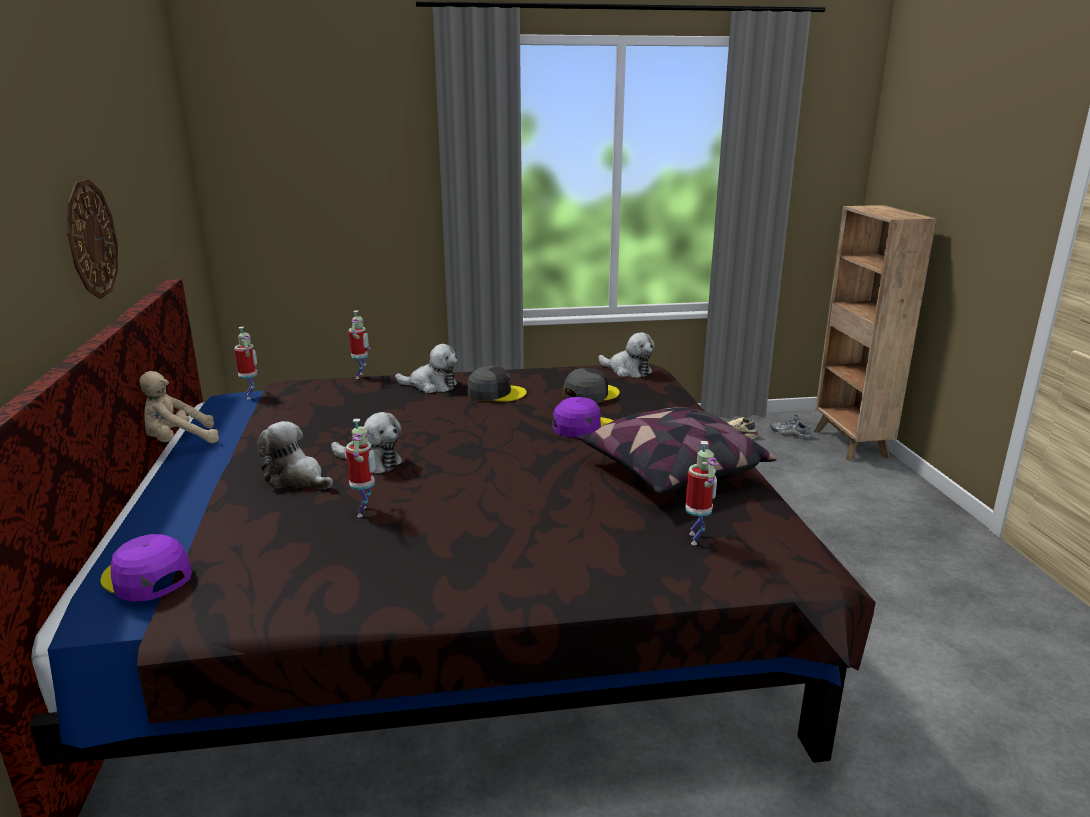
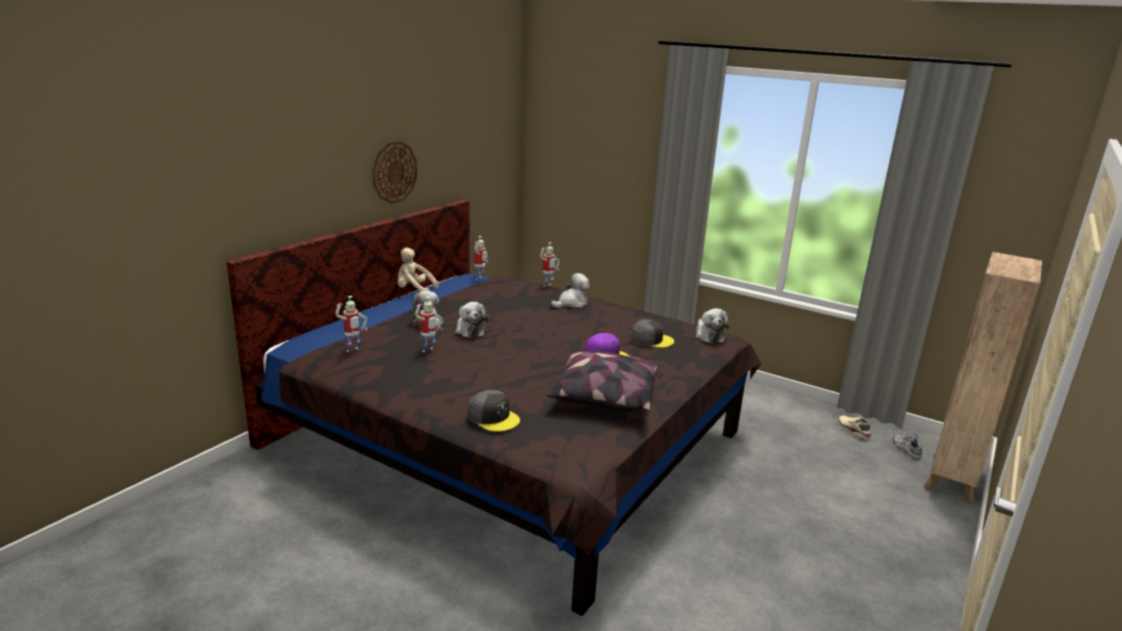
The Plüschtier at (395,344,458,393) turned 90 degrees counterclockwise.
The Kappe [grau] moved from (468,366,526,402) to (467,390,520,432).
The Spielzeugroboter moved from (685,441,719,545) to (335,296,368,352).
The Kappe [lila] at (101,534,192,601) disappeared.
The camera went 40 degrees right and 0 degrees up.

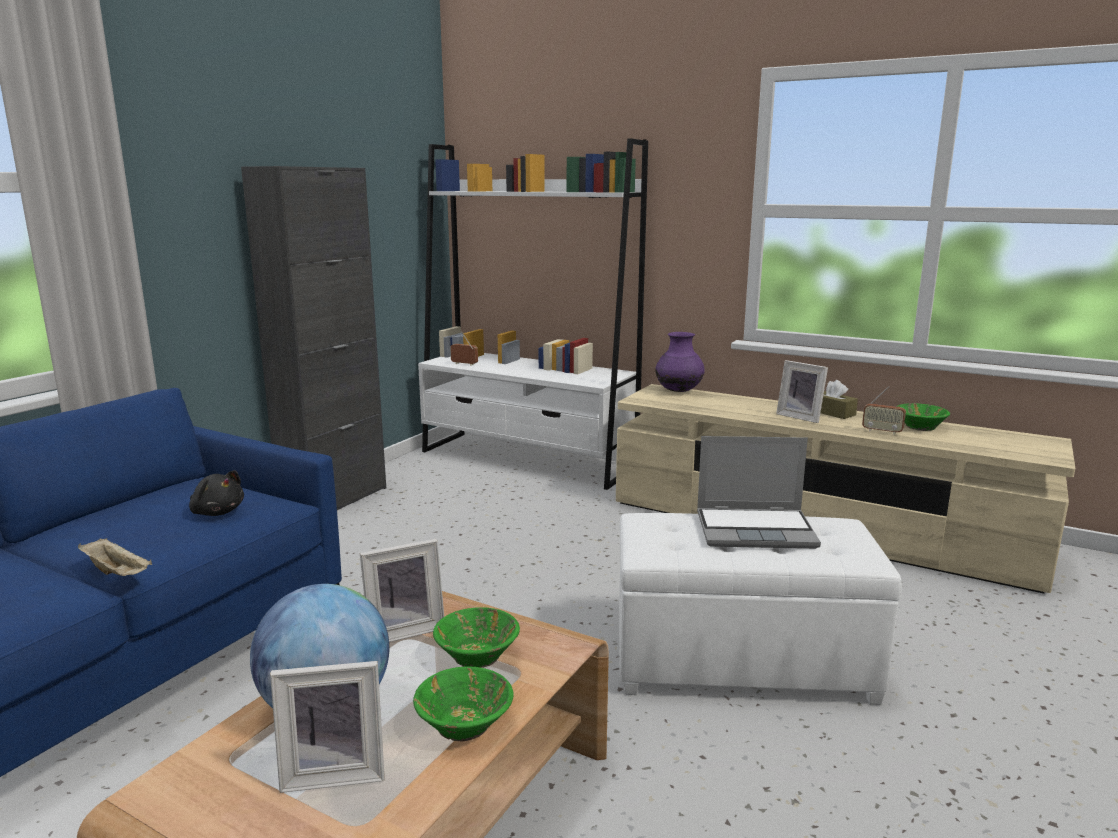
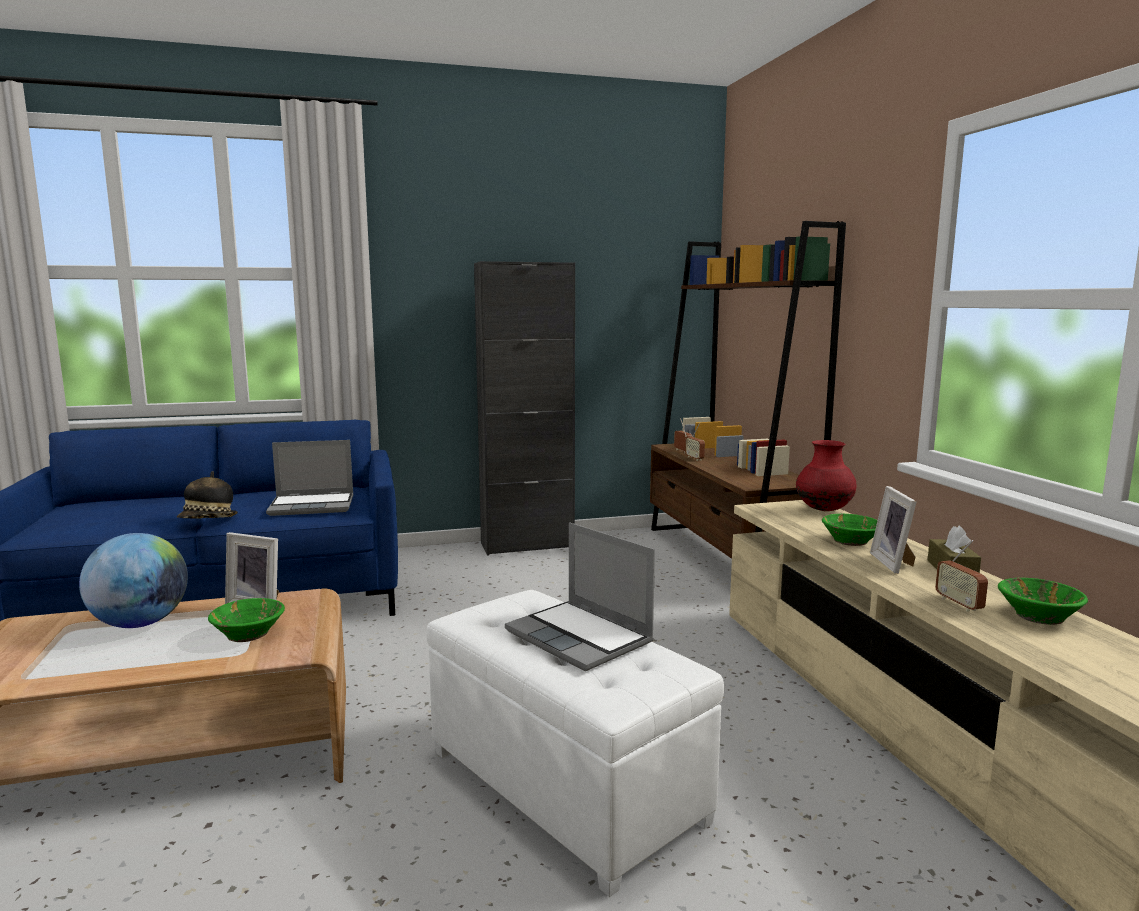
The Bücherregal [weiß] at (418,138,648,490) became the Bücherregal [braun] at (650,221,846,559).
The Vase [lila] at (655,332,705,392) became the Vase [rot] at (796,440,856,511).
The Plüschtier [schwarz] at (189,470,244,516) was replaced by the Laptop at (266,440,353,516).
The Tablett [beige] at (78,538,152,576) was replaced by the Hut at (177,471,238,518).
The Bilderrahmen at (270,661,385,793) disappeared.
The Schüssel [grün] moved from (413,667,513,741) to (822,514,878,546).
The Radio at (685,424,705,461) appeared.
The camera went 45 degrees right and 5 degrees down.

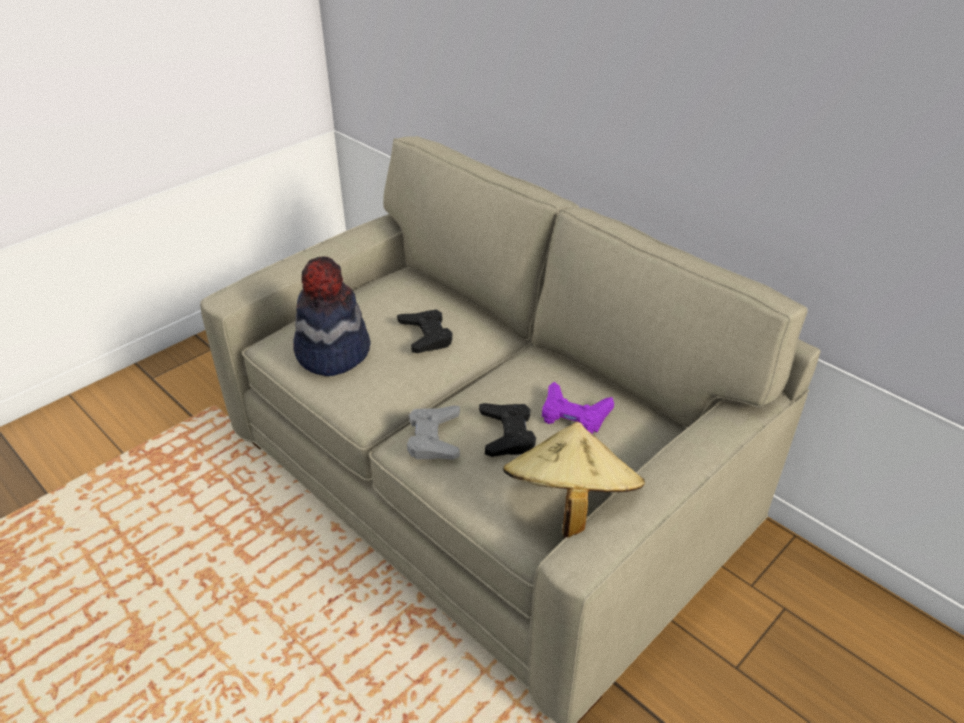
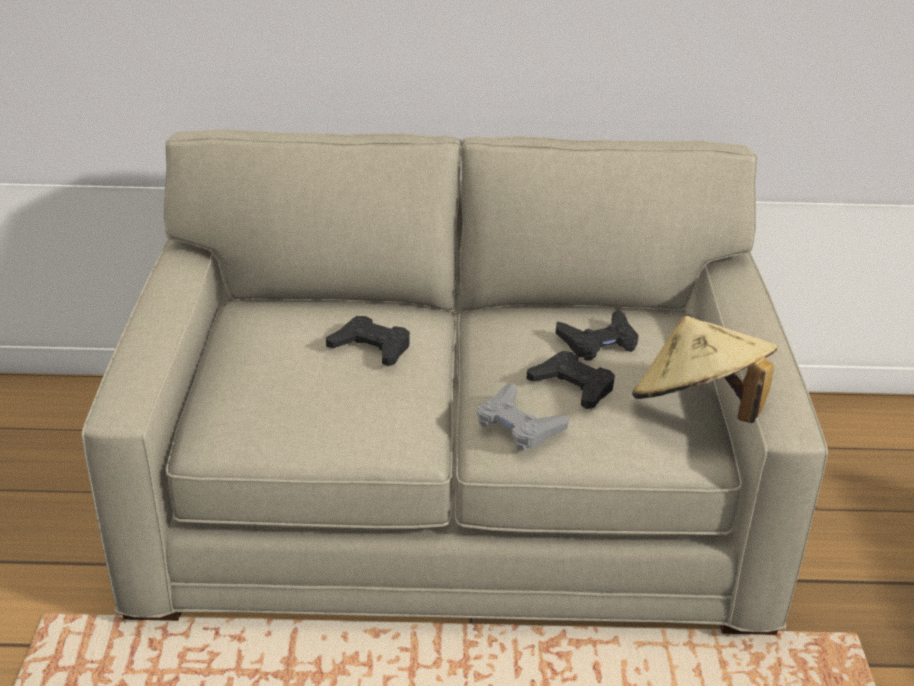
The Hut at (293,256,371,376) disappeared.
The Gamepad [lila] at (542,382,614,434) became the Gamepad [schwarz] at (556,309,638,361).
The camera went 45 degrees left and 5 degrees down.

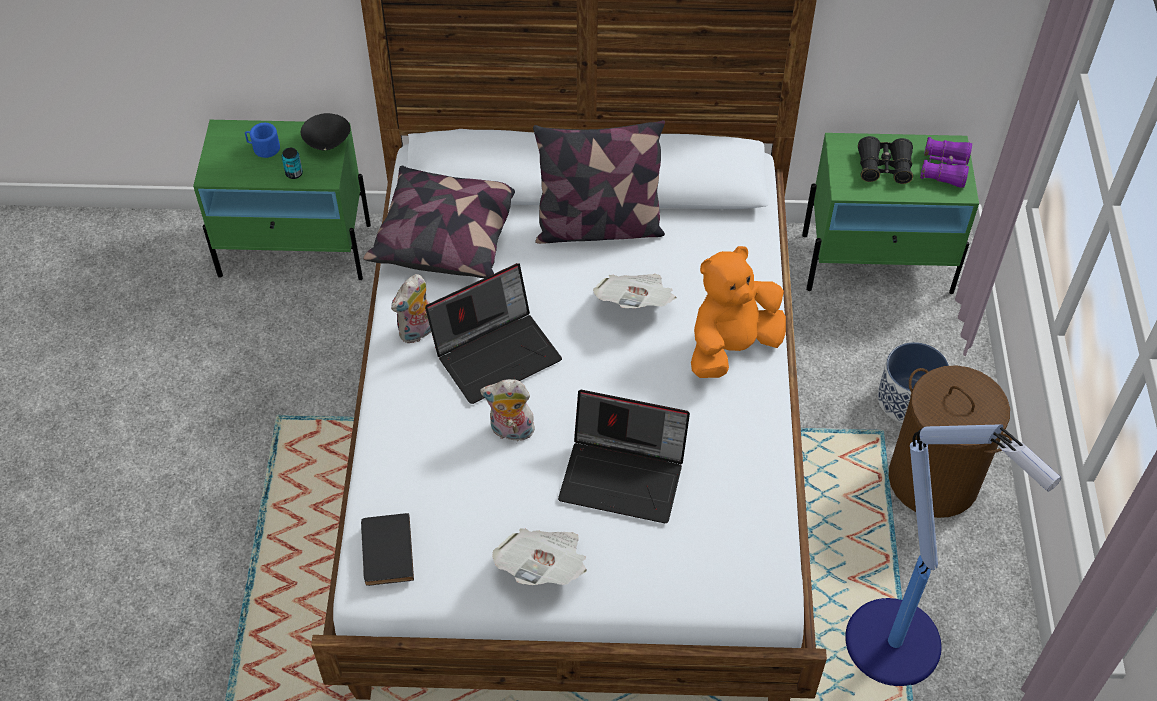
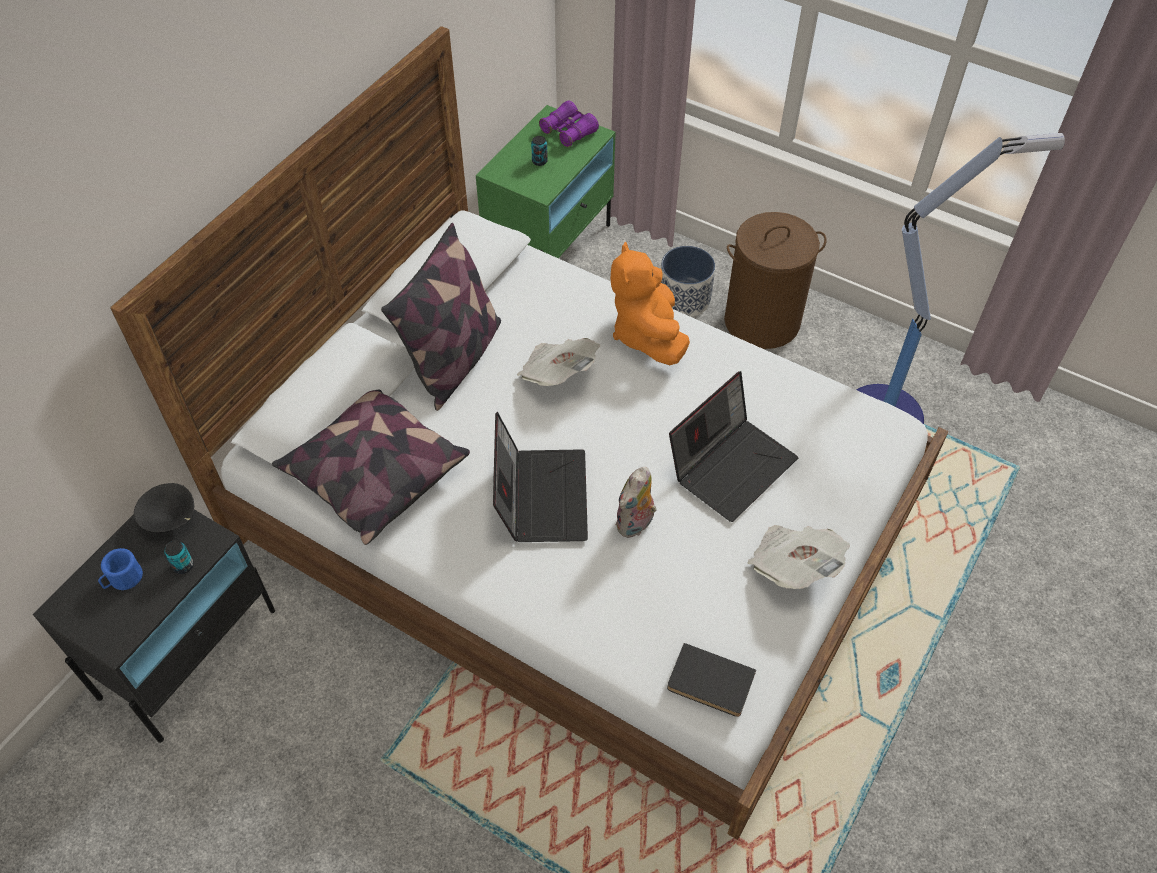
The Nachttisch [grün] at (193,120,371,280) became the Nachttisch [schwarz] at (33,510,275,743).
The Fernglas [schwarz] at (858,136,913,184) was replaced by the Dose at (531,136,548,166).
The Plüschtier at (391,274,431,343) disappeared.
The camera went 60 degrees left and 0 degrees up.

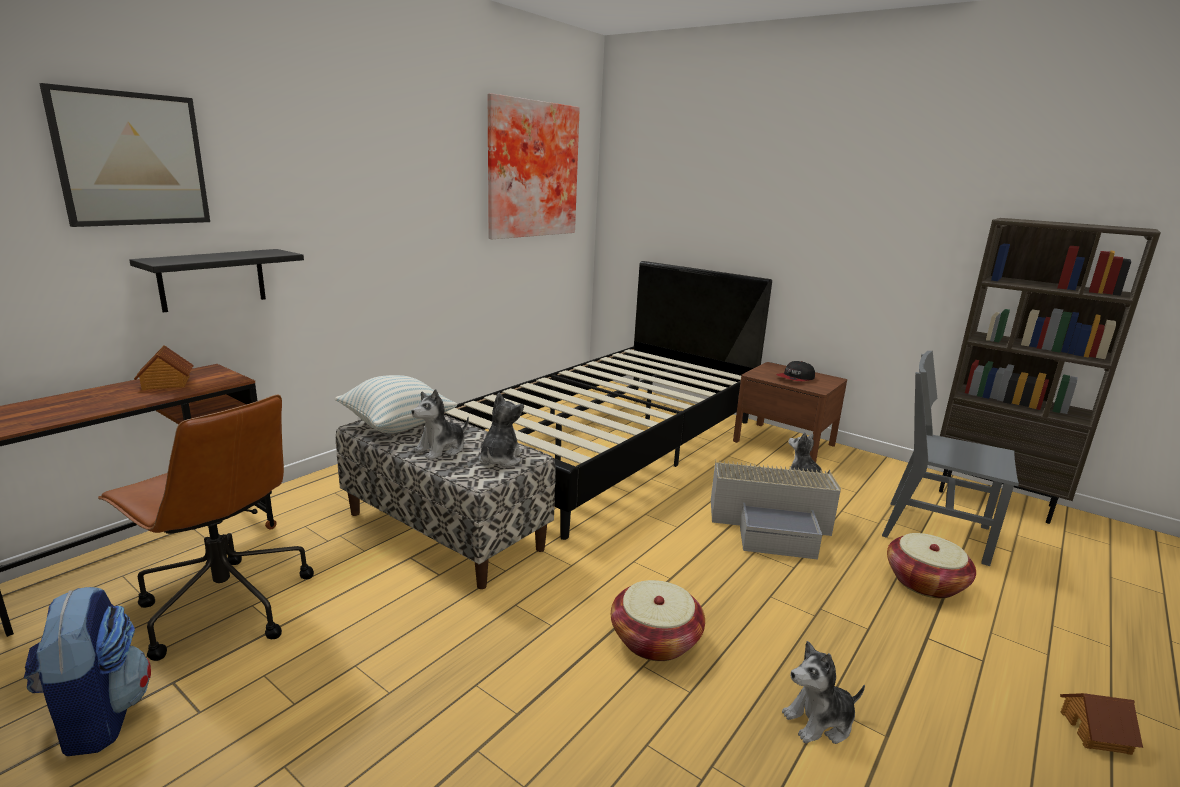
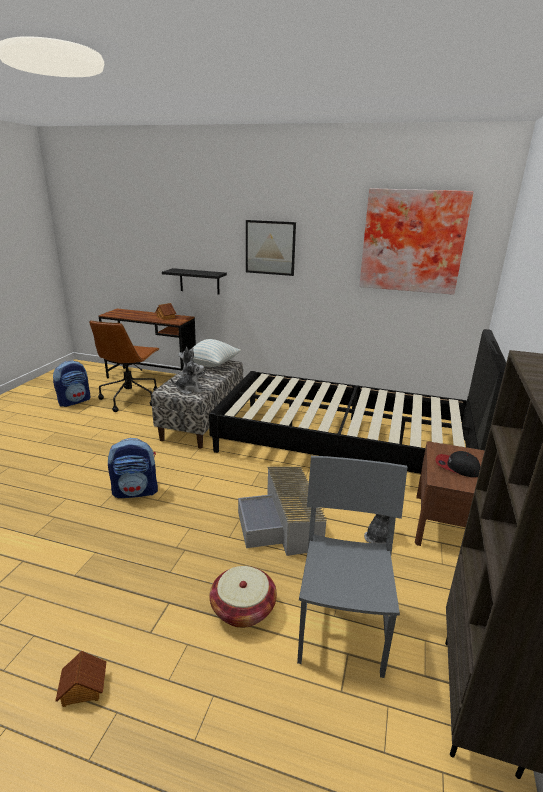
The Bild moved from (39,83,210,227) to (246,220,296,276).
The Korb at (611,580,705,661) was replaced by the Rucksack at (108,438,158,498).
The Plüschtier at (782,641,865,744) disappeared.
The camera went 70 degrees right and 5 degrees up.

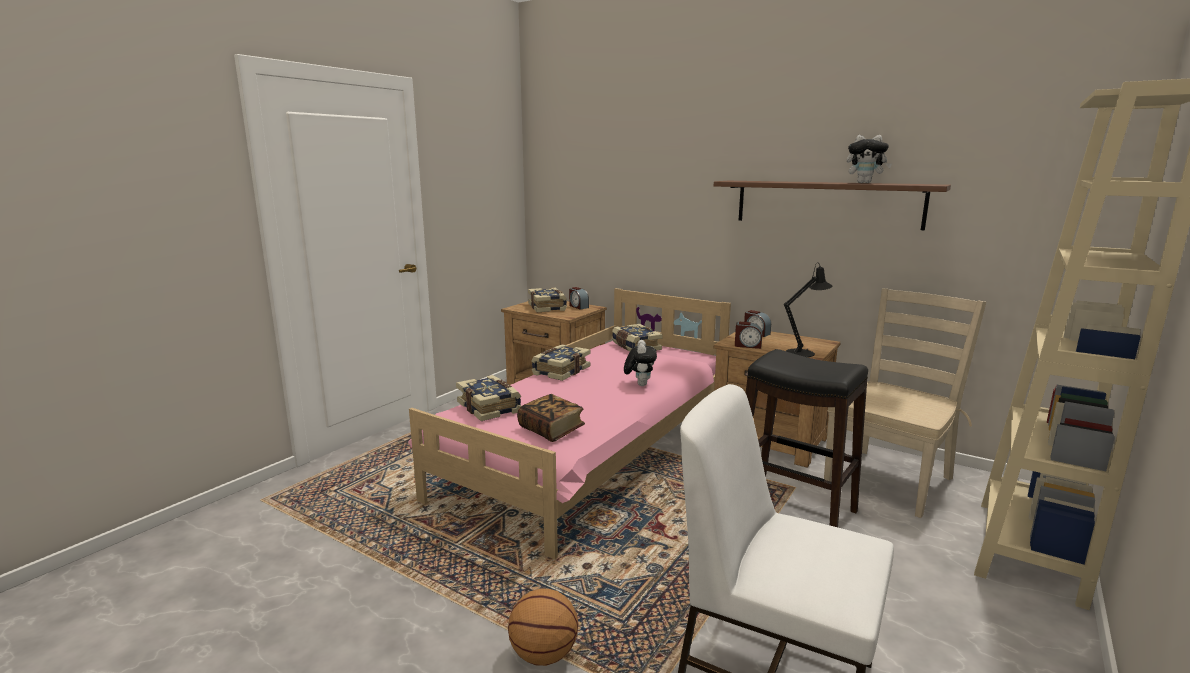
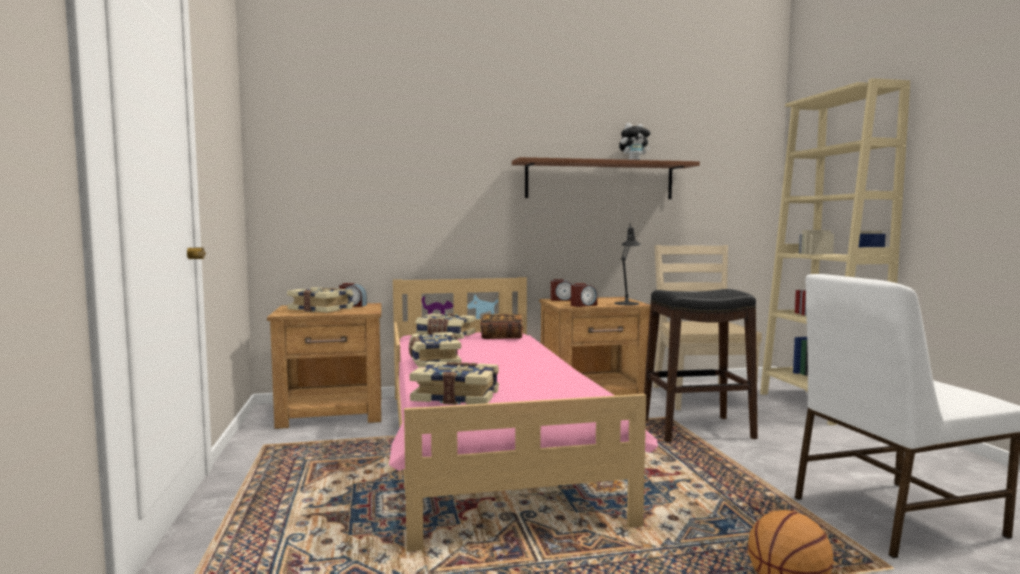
The Plüschtier at (624,340,657,386) disappeared.
The Buch moved from (517,394,585,442) to (480,314,523,339).
The camera went 45 degrees left and 10 degrees down.

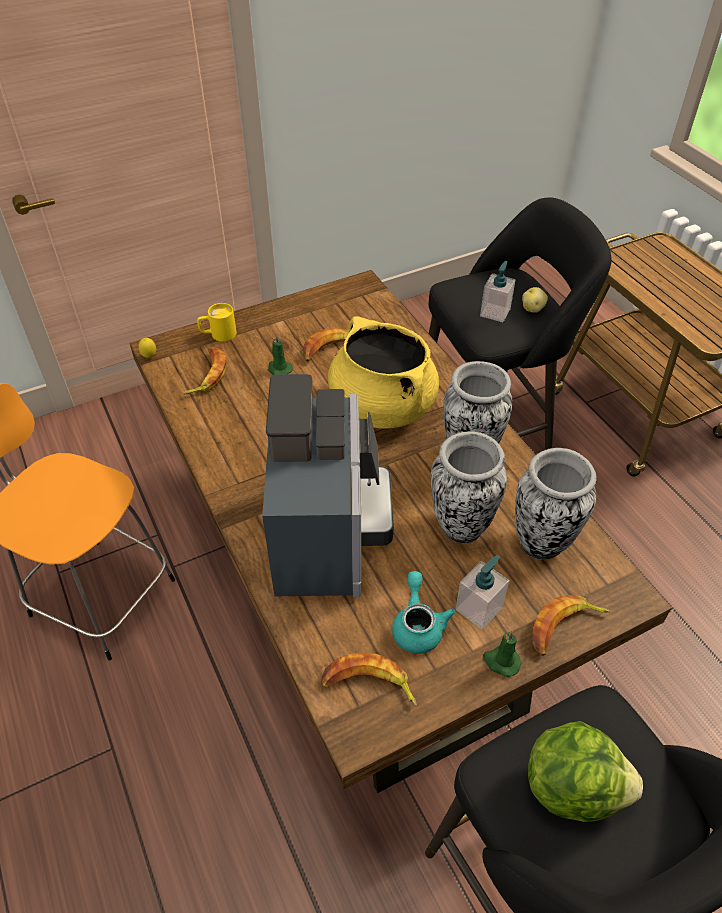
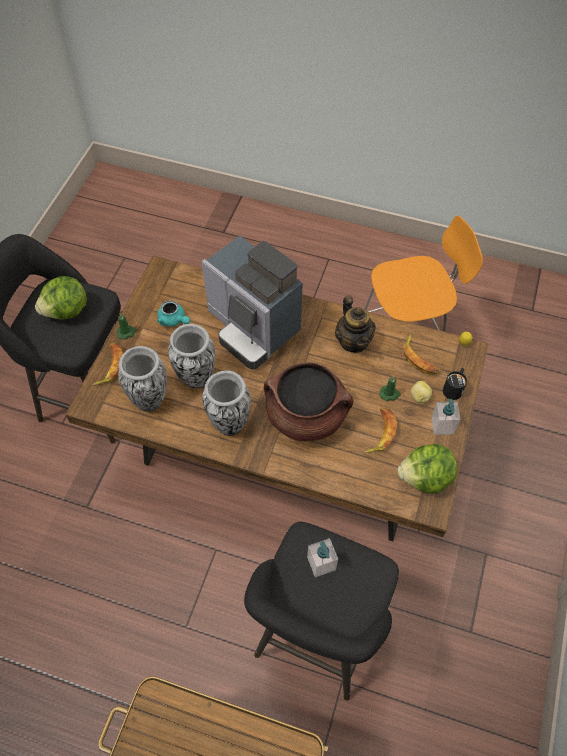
The Kartoffel moved from (522,287,548,313) to (411,381,432,403).
The Henkelbecher [gelb] at (197,303,237,342) became the Henkelbecher [schwarz] at (443,368,467,400).
The Kochtopf [gelb] at (328,316,439,429) became the Kochtopf [braun] at (264,362,353,441).
The Seifenspender moved from (456,555,509,630) to (431,399,461,435).
The Banane at (321,652,417,706) disappeared.
The Teekanne at (335,296,376,353) appeared.
The Salatkopf at (397,444,457,494) appeared.
The camera went 135 degrees right and 10 degrees up.

